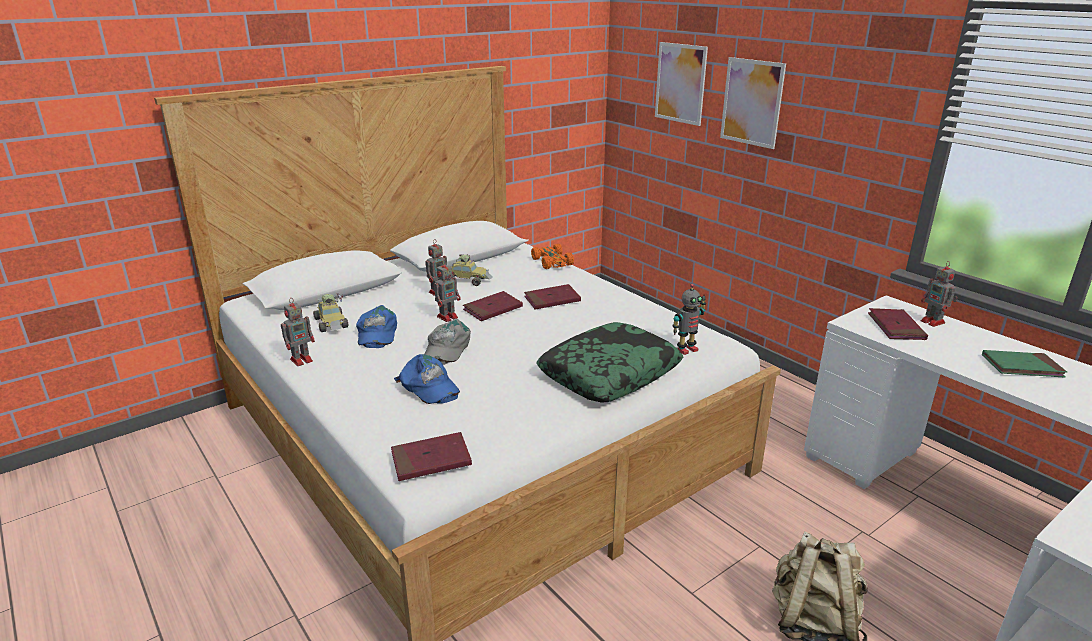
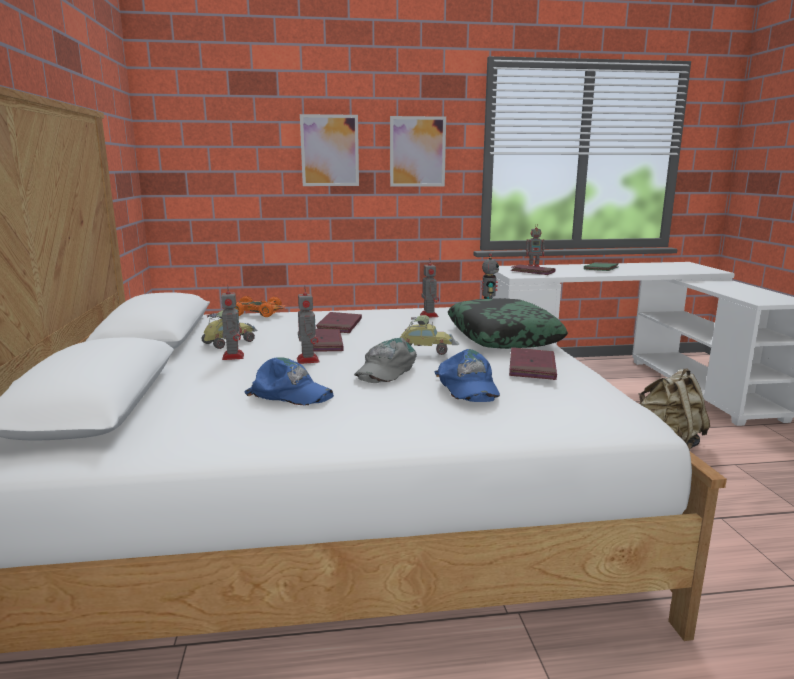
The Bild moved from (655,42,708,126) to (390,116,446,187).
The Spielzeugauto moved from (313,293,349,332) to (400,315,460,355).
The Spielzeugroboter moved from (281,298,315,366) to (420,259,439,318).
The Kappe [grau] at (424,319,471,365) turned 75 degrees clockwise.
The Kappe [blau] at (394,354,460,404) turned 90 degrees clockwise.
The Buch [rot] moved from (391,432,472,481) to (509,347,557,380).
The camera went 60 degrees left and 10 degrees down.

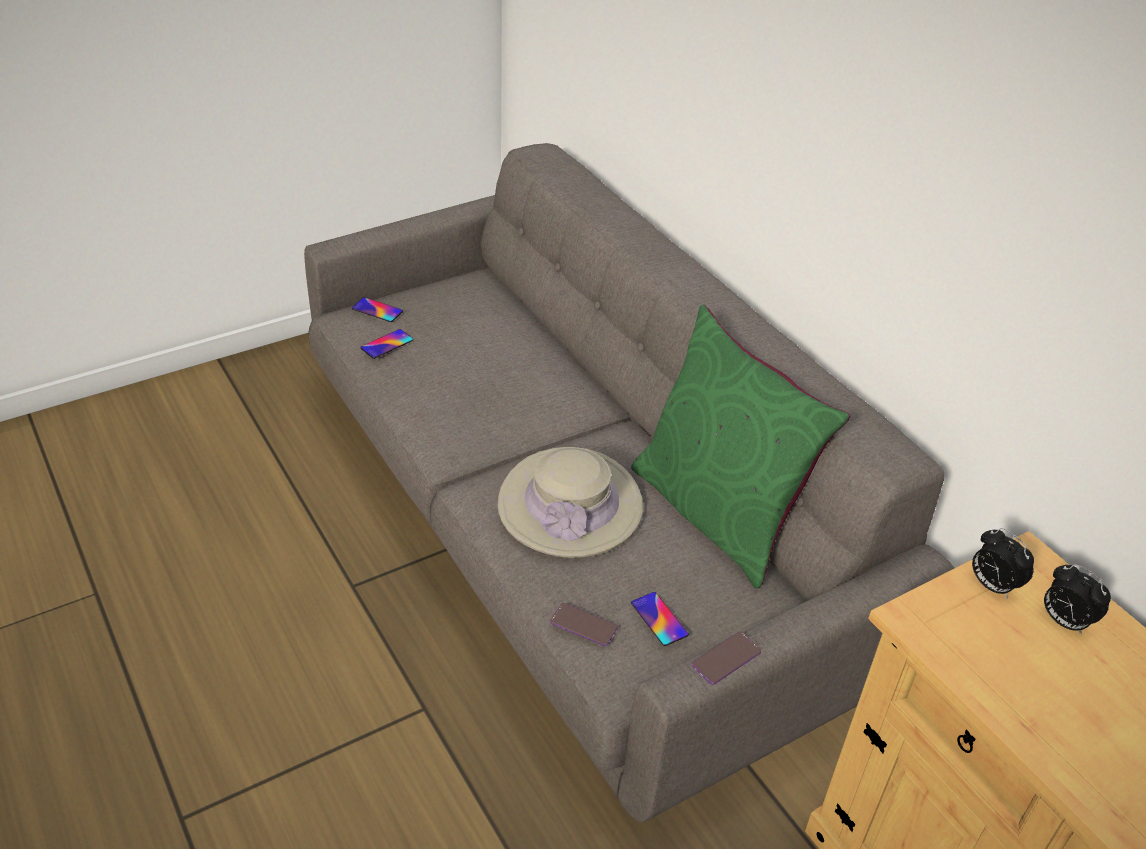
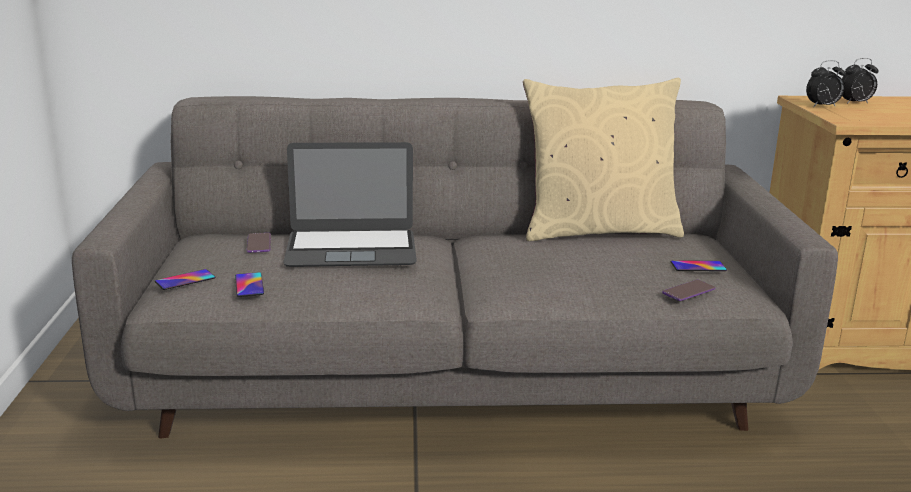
The Kissen [grün] at (631,305,850,589) became the Kissen [beige] at (523,78,684,241).
The Hut [beige] at (498,447,643,558) disappeared.
The Handy moved from (692,631,762,685) to (247,233,271,253).
The Laptop at (283,142,417,267) appeared.
The camera went 60 degrees left and 20 degrees down.

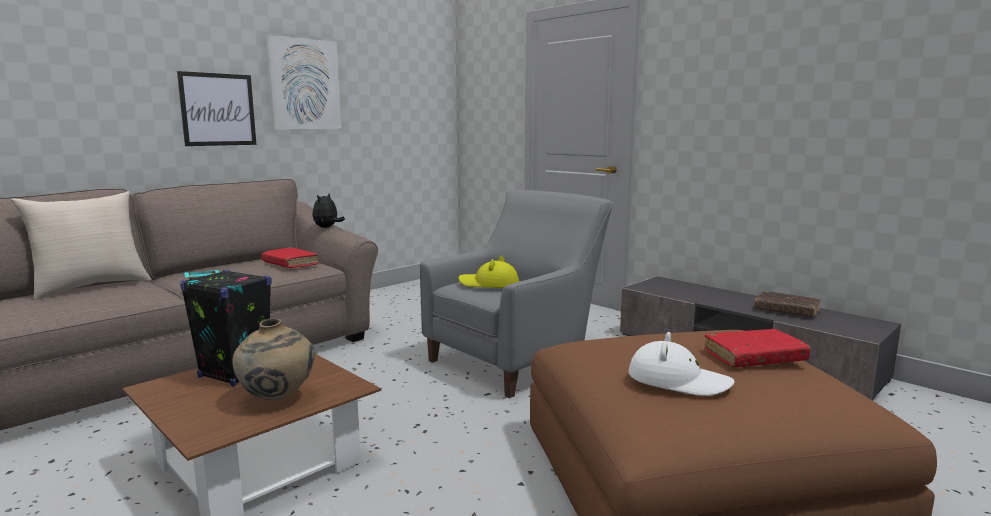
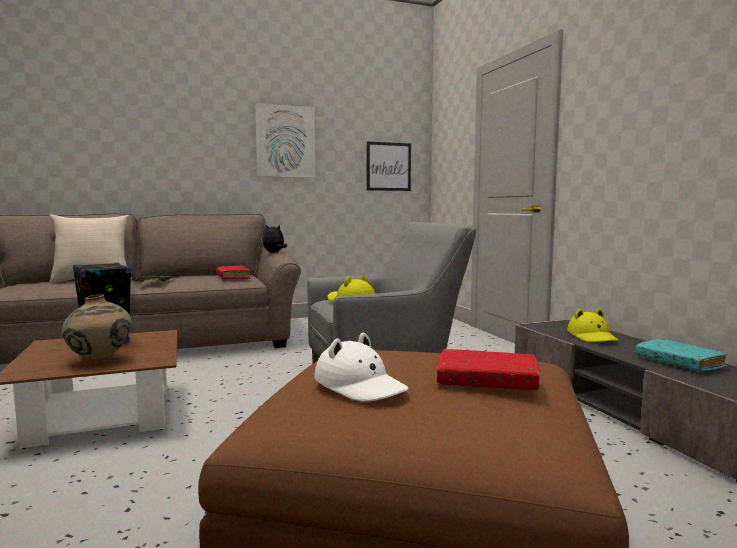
The Bild moved from (177,71,256,146) to (367,142,411,191).
The Buch [braun] at (754,291,821,317) became the Buch [türkis] at (636,339,727,371).
The Hut [gelb] at (567,308,619,342) appeared.
The camera went 25 degrees right and 5 degrees down.

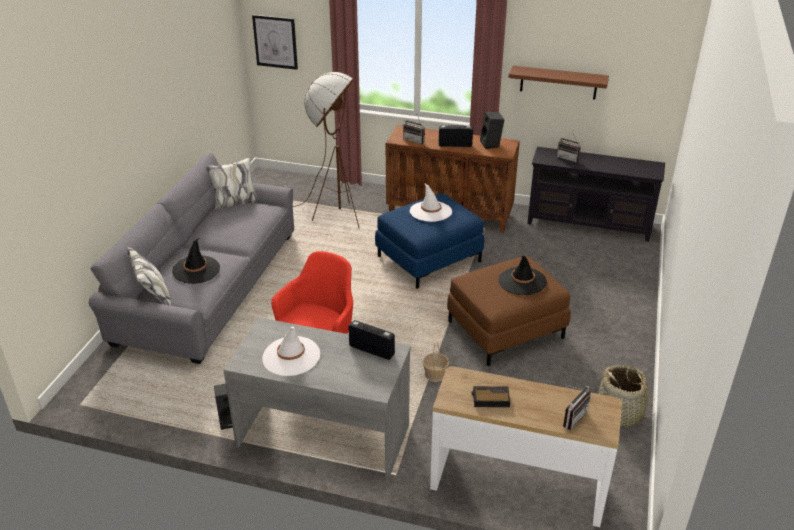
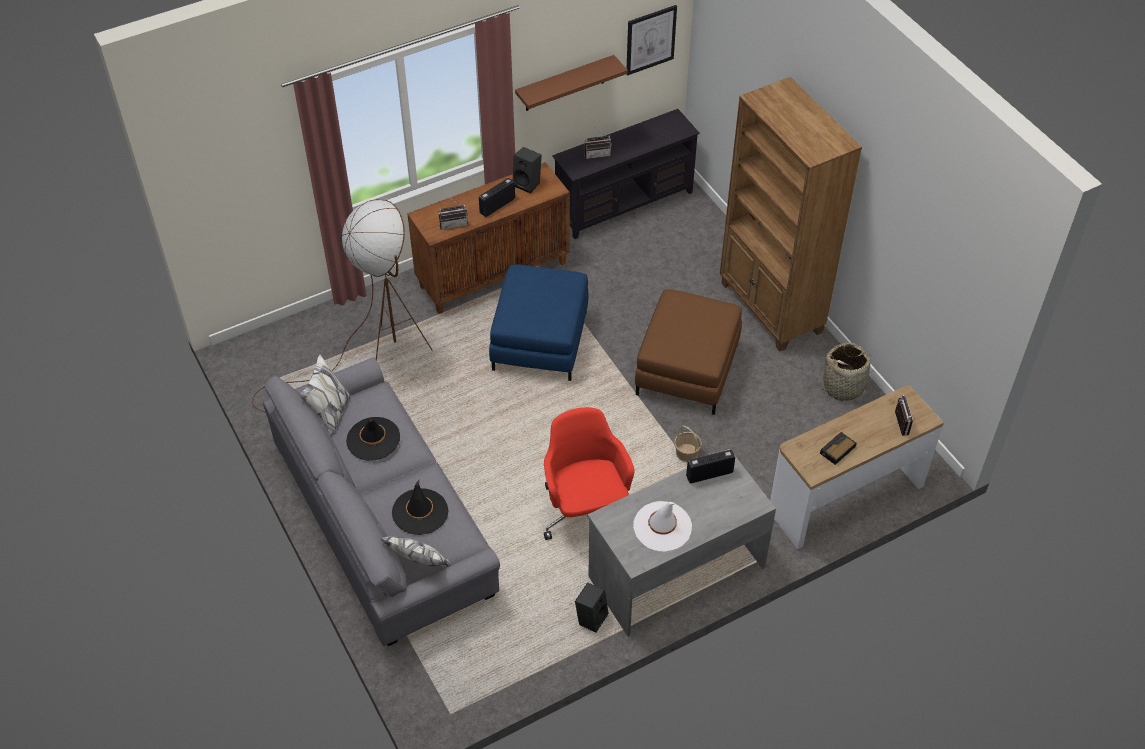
The Bild moved from (252,15,298,70) to (626,5,677,75).
The Hut [weiß] at (410,183,452,222) disappeared.
The Hut [schwarz] moved from (498,255,547,295) to (346,417,400,461).
The Bücherregal [braun] at (720,77,862,351) appeared.
The camera went 45 degrees left and 15 degrees up.

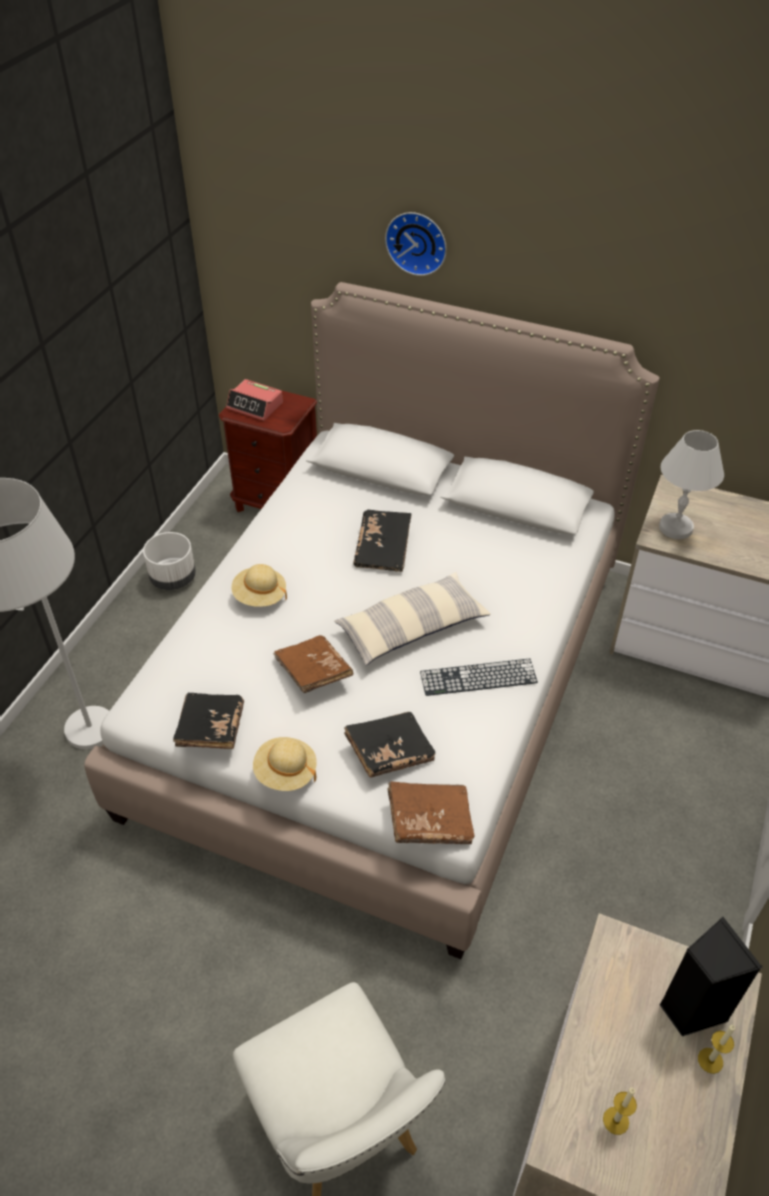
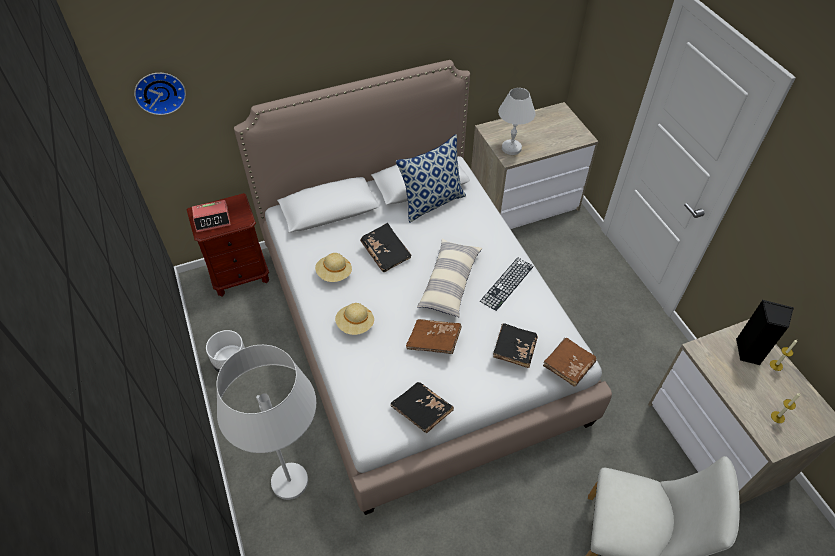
The Wanduhr moved from (385,212,447,276) to (134,73,186,115).
The Hut [beige] moved from (253,737,317,791) to (315,253,352,282).
The Kissen at (396,134,466,222) appeared.
The camera went 45 degrees left and 5 degrees up.

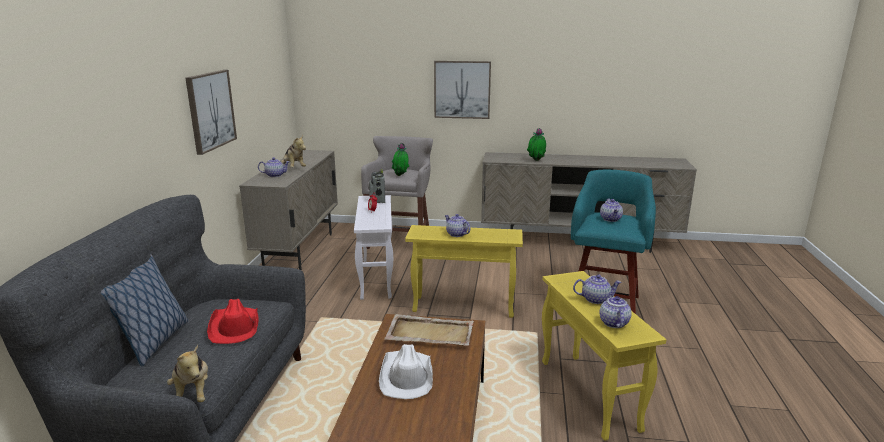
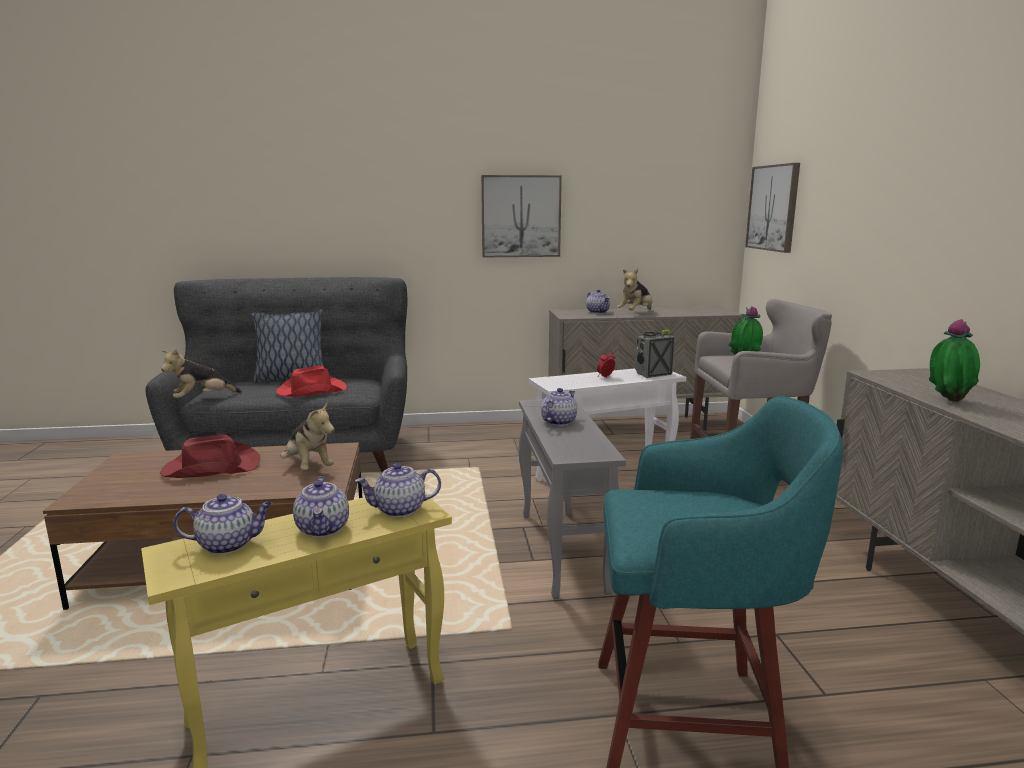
The Bild moved from (434,61,491,119) to (745,163,800,253).
The Teekanne moved from (600,198,623,222) to (355,463,441,517).
The Beistelltisch [gelb] at (405,225,523,318) became the Beistelltisch [grau] at (519,398,626,599).
The Tablett [beige] at (384,314,474,346) was replaced by the Plüschtier at (281,402,335,470).
The Hut [weiß] at (379,344,433,399) became the Hut [rot] at (160,434,260,478).
The camera went 75 degrees right and 5 degrees down.

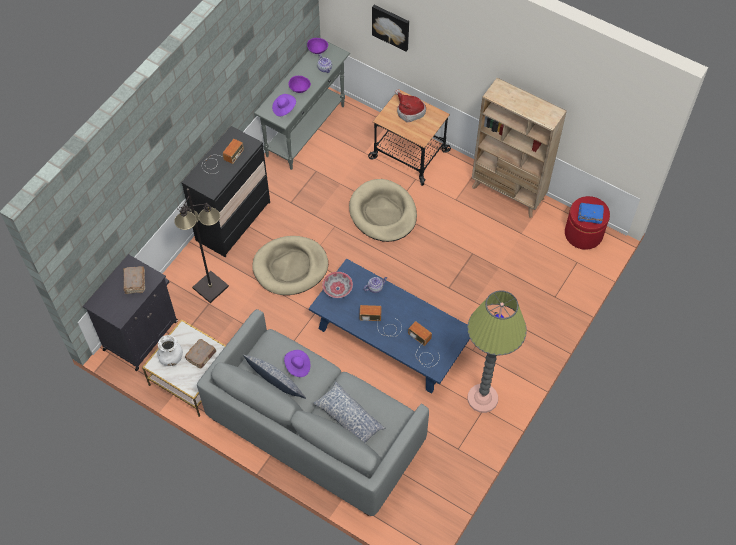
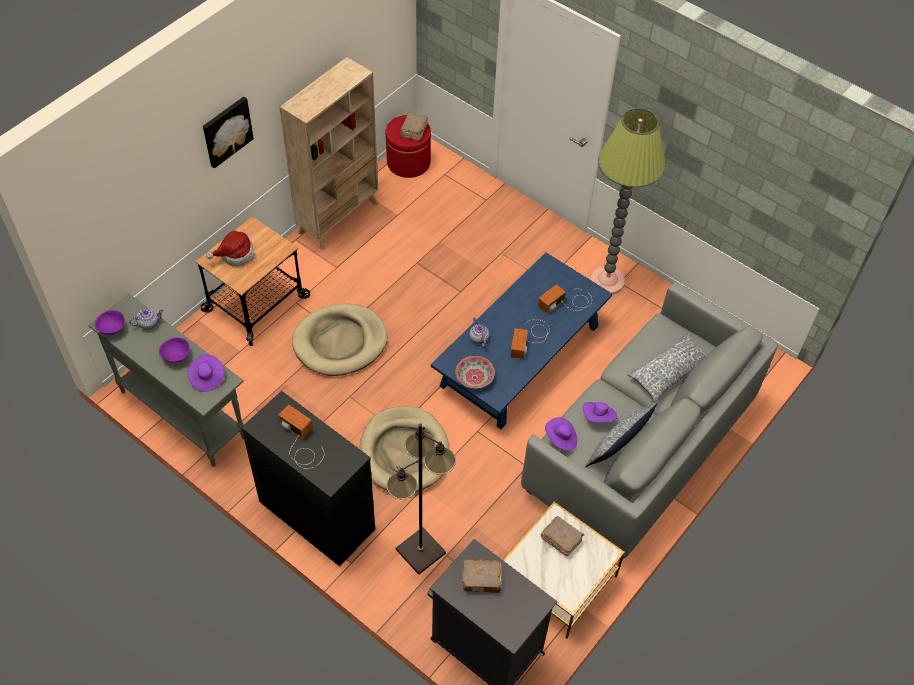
The Bild moved from (372,5,409,51) to (203,97,254,169).
The Buch [blau] at (578,203,604,224) became the Buch [braun] at (400,113,428,141).
The Vase [weiß] at (158,335,183,366) disappeared.
The Hut [lila] at (545,417,577,451) appeared.
The camera went 85 degrees left and 5 degrees down.

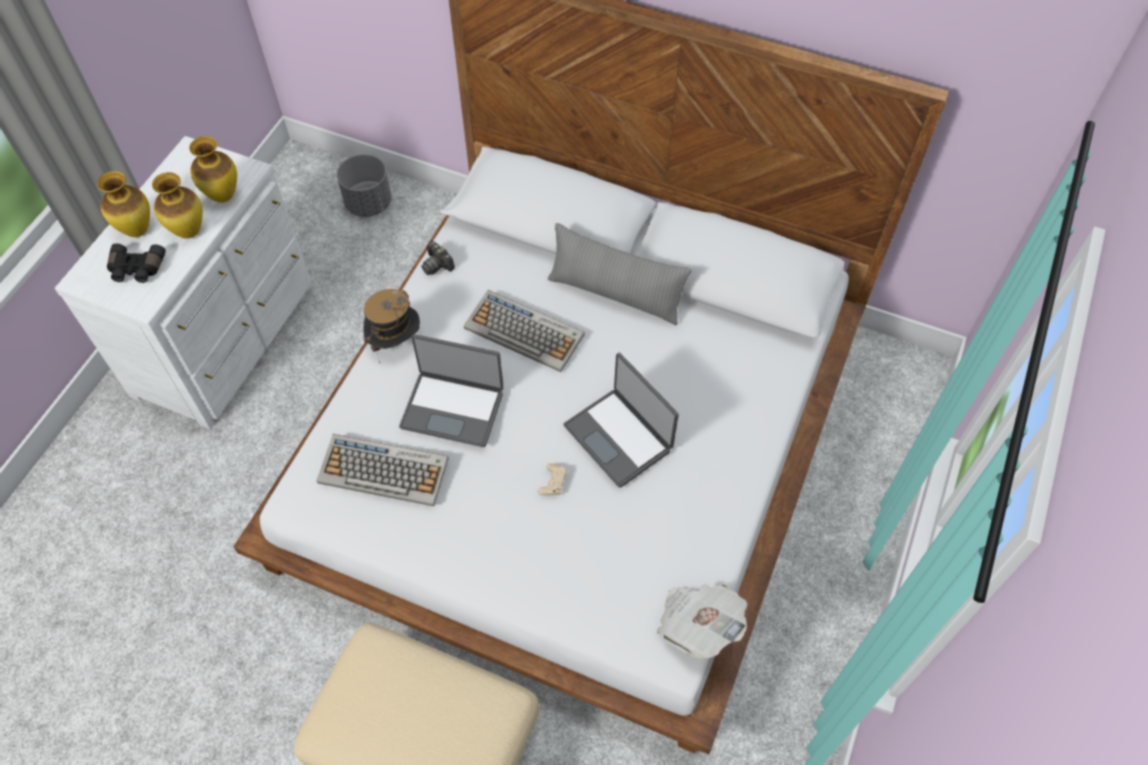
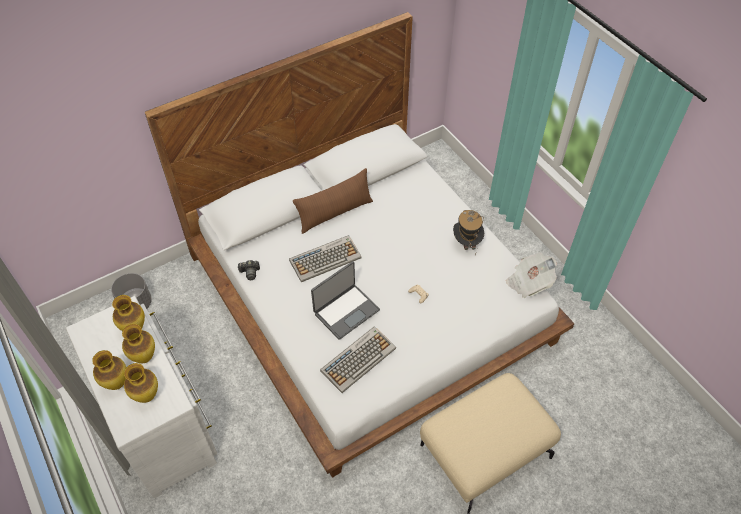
The Kissen [grau] at (548,223,692,325) became the Kissen [braun] at (293,168,373,234).
The Fernglas [schwarz] at (107,243,166,283) was replaced by the Vase at (124,363,158,403).
The Hut moved from (363,289,420,363) to (453,210,484,255).
The Laptop at (563,353,679,487) disappeared.
The camera went 55 degrees left and 5 degrees down.

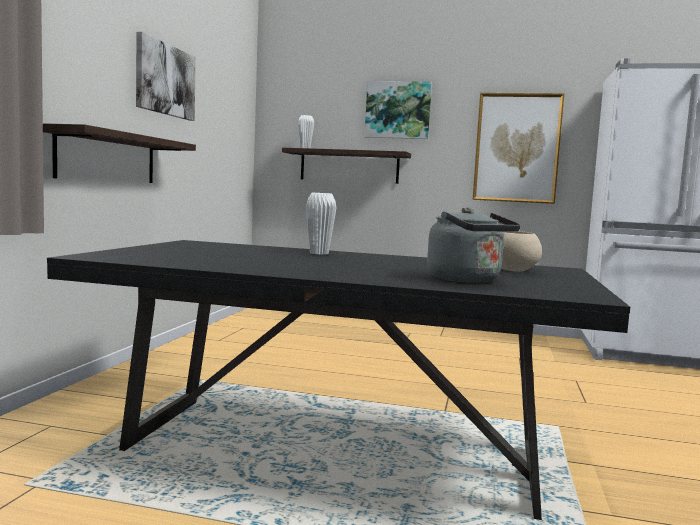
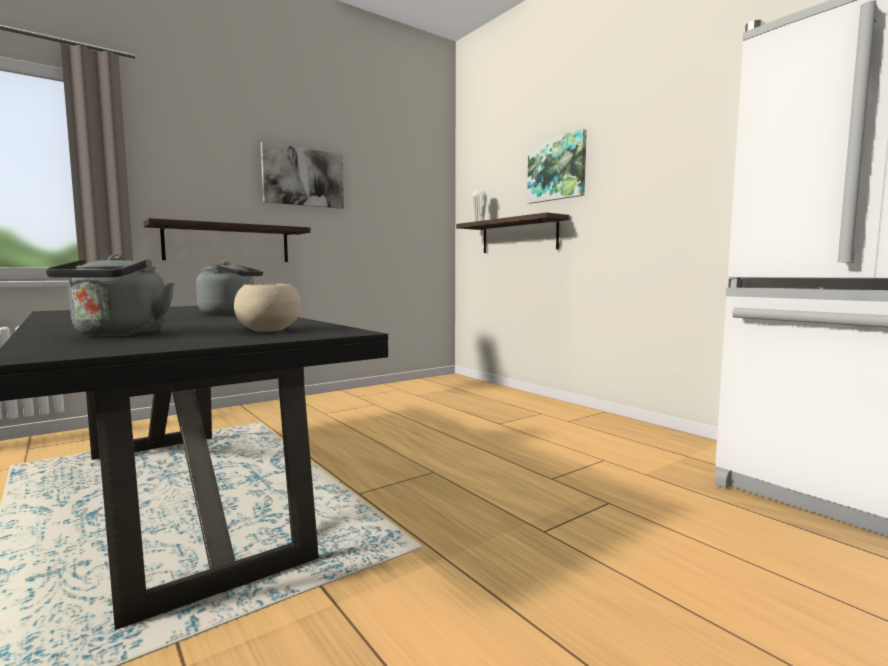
The Bild at (473,93,564,204) disappeared.
The Vase [weiß] at (306,193,337,255) was replaced by the Wasserkessel [grau] at (196,261,263,315).
The camera went 40 degrees right and 0 degrees up.

